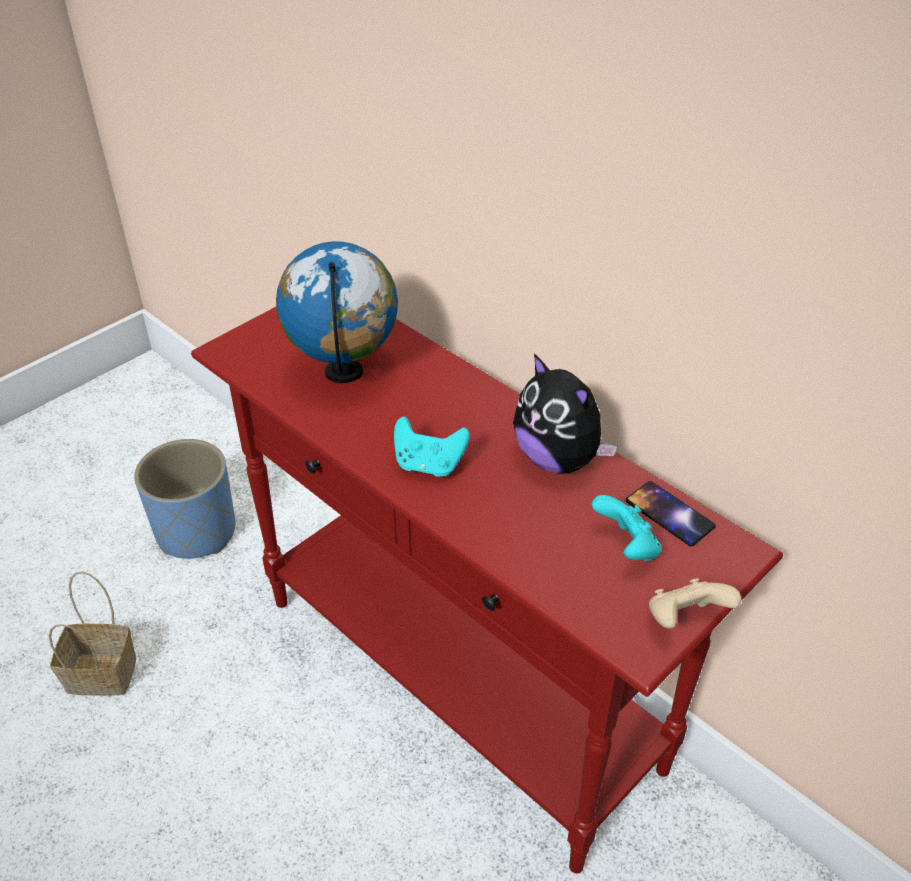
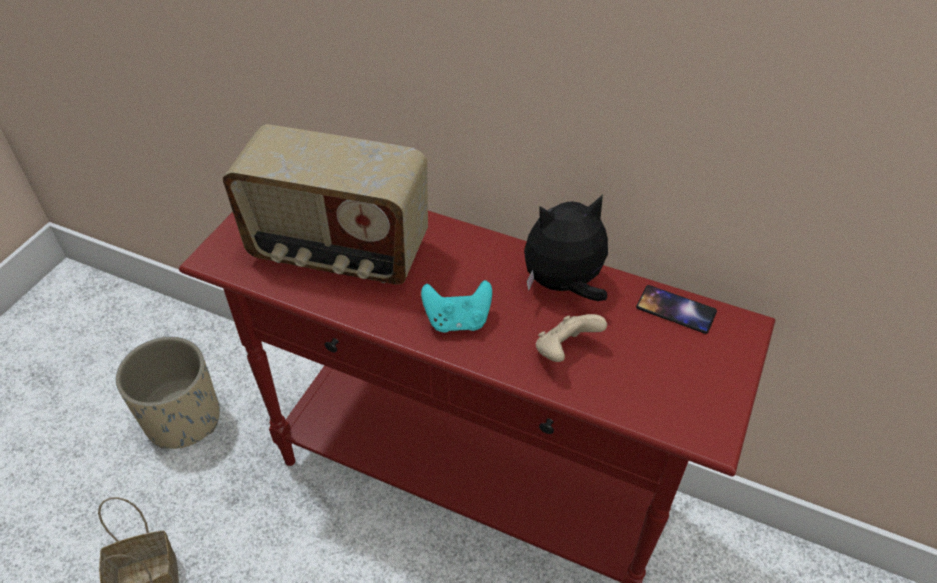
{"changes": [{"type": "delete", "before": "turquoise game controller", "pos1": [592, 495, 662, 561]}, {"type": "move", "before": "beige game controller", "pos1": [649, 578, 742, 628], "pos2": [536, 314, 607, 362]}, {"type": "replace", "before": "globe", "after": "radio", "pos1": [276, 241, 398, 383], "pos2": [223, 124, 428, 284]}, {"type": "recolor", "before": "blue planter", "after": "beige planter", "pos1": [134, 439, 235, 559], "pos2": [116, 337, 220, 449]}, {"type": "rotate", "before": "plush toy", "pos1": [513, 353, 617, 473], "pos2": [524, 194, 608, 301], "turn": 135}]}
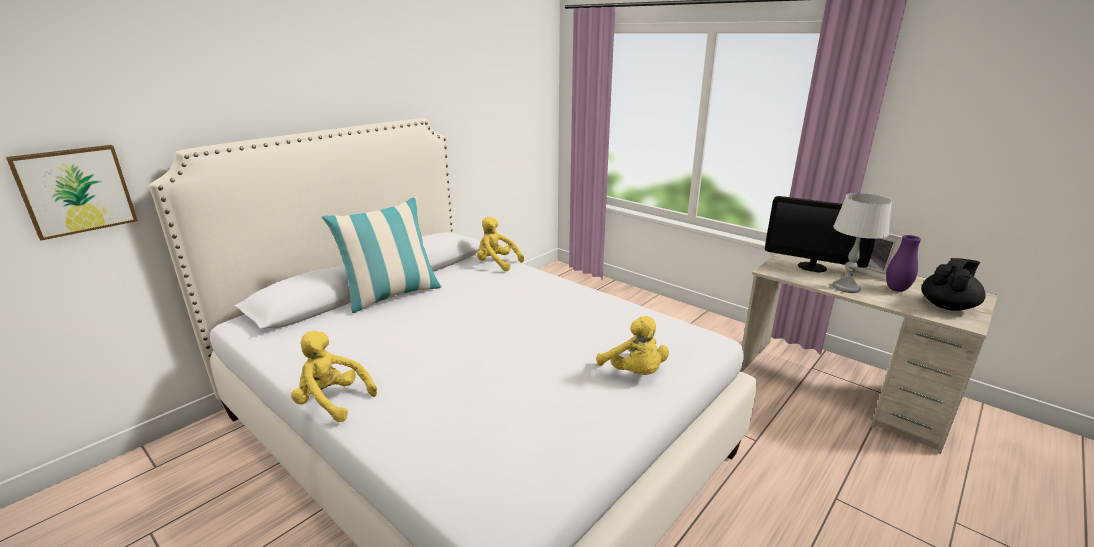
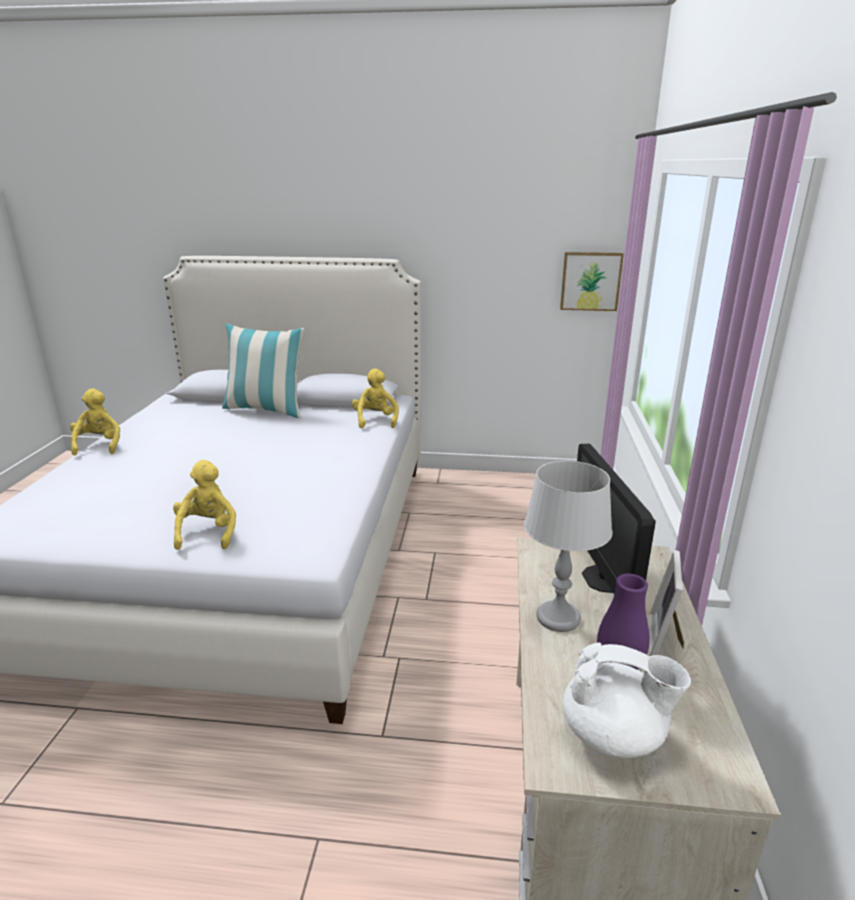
{"changes": [{"type": "move", "before": "picture", "pos1": [6, 145, 138, 241], "pos2": [560, 252, 624, 311]}, {"type": "recolor", "before": "black teapot", "after": "white teapot", "pos1": [921, 258, 986, 311], "pos2": [563, 642, 691, 758]}, {"type": "rotate", "before": "yellow plush toy", "pos1": [596, 316, 669, 375], "pos2": [173, 460, 236, 550], "turn": 150}]}
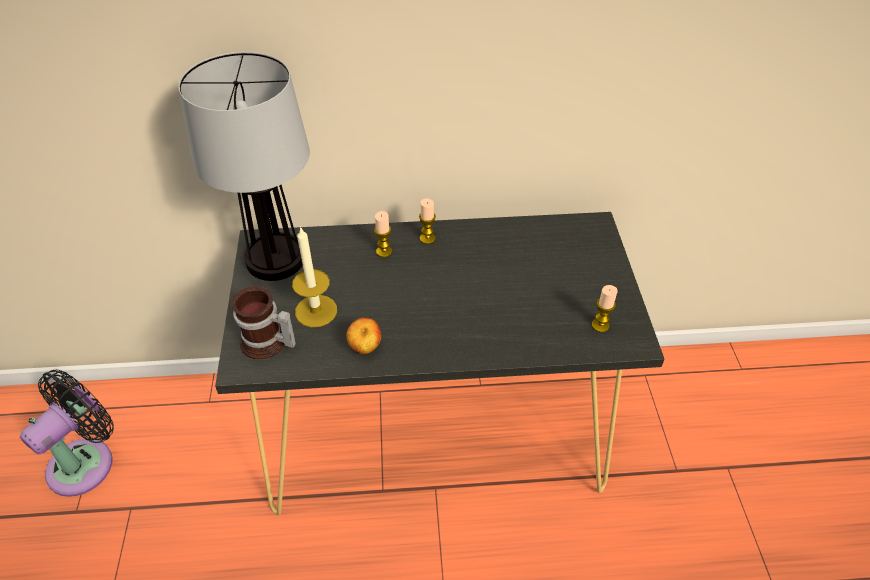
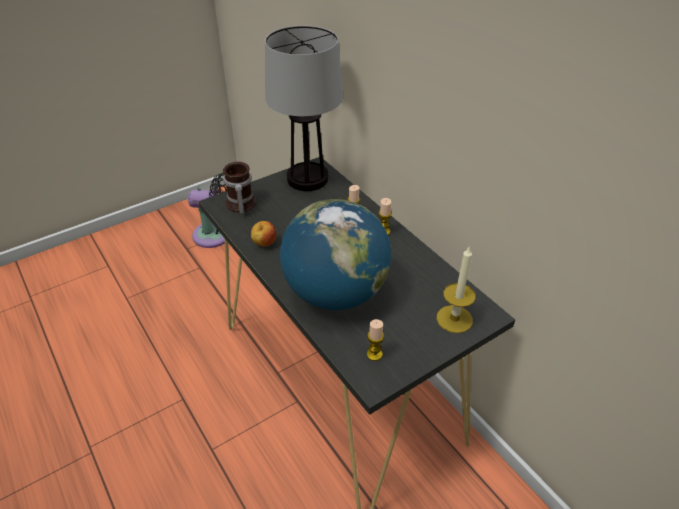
{"changes": [{"type": "insert", "after": "globe", "pos2": [280, 199, 391, 310]}, {"type": "move", "before": "candle", "pos1": [292, 226, 337, 327], "pos2": [437, 247, 476, 333]}]}
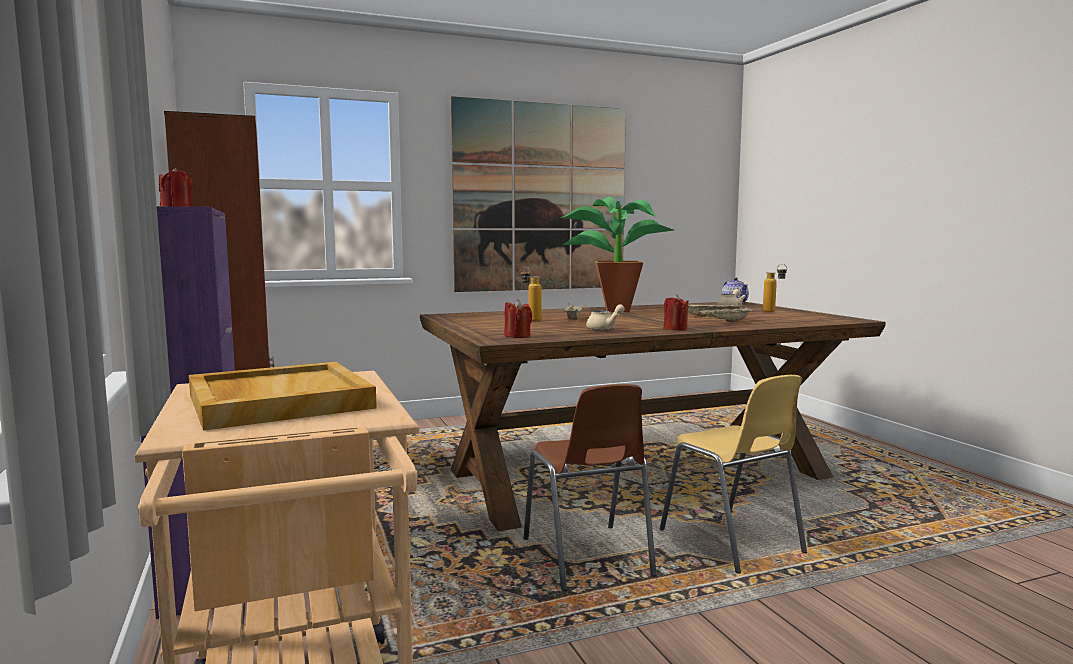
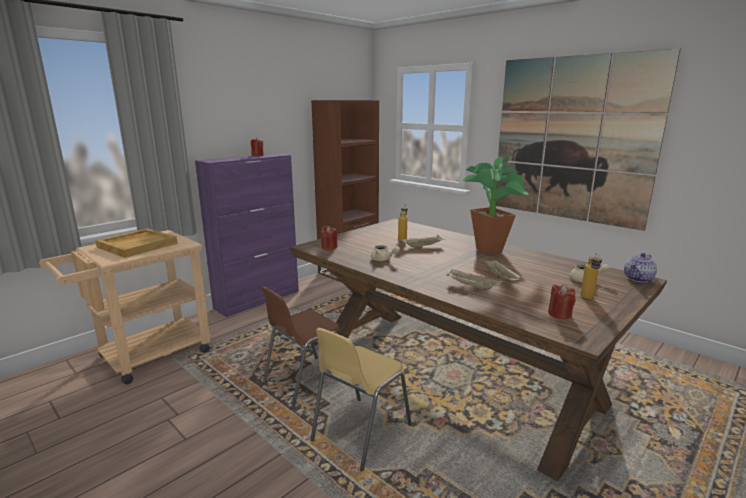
{"changes": [{"type": "move", "before": "red candle", "pos1": [663, 294, 689, 330], "pos2": [548, 284, 575, 319]}]}
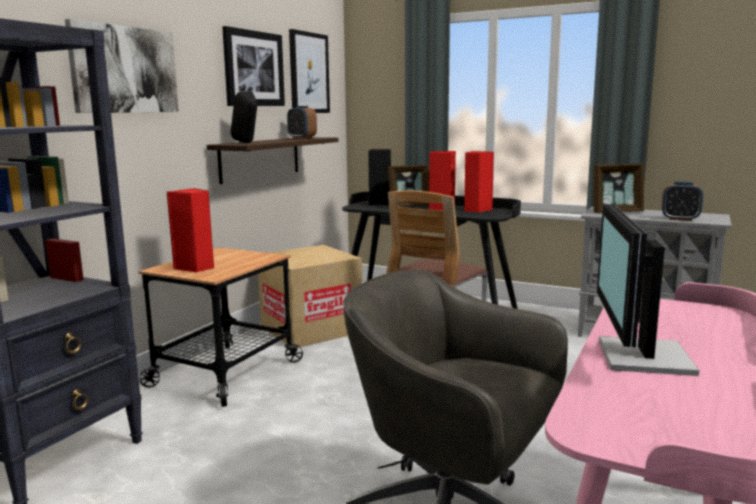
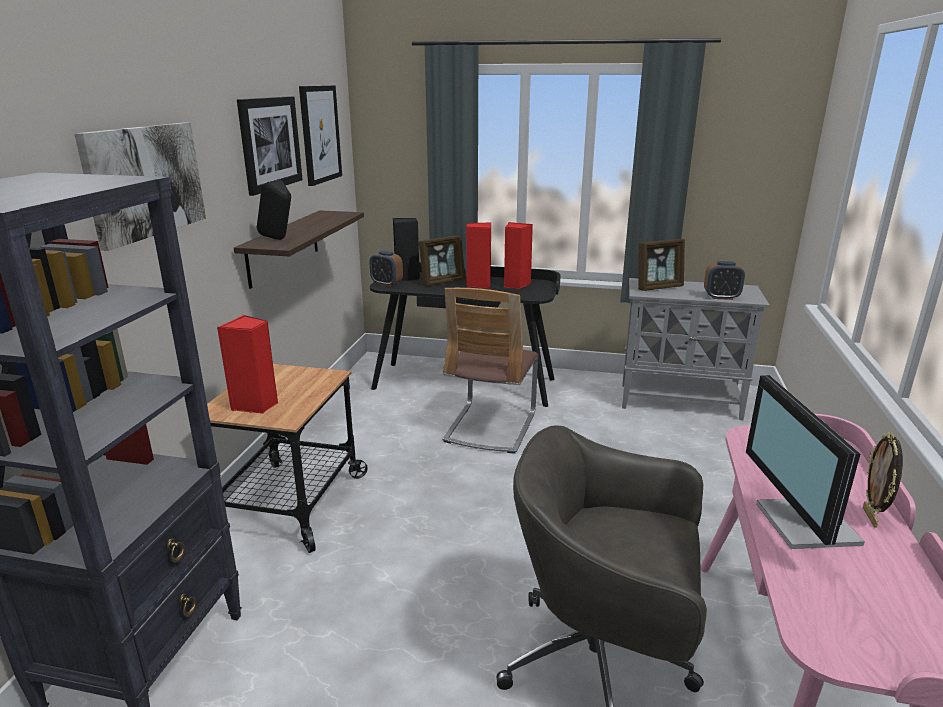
{"changes": [{"type": "delete", "before": "cardboard box", "pos1": [258, 245, 362, 348]}, {"type": "insert", "after": "picture frame", "pos2": [863, 432, 903, 528]}, {"type": "move", "before": "alarm clock", "pos1": [287, 106, 317, 139], "pos2": [369, 251, 403, 287]}]}
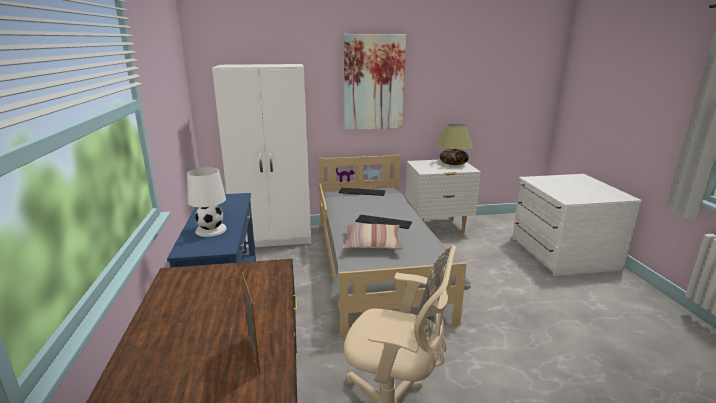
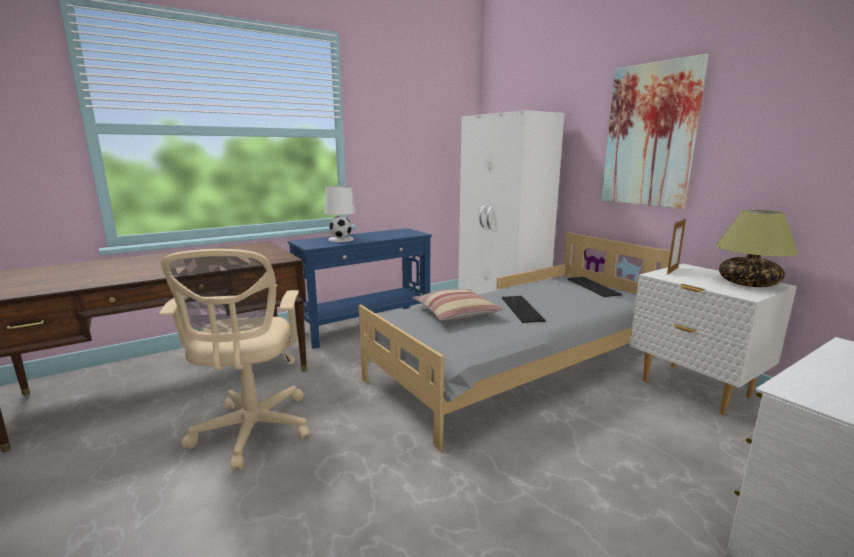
{"changes": [{"type": "move", "before": "picture frame", "pos1": [242, 272, 260, 374], "pos2": [667, 219, 686, 275]}]}
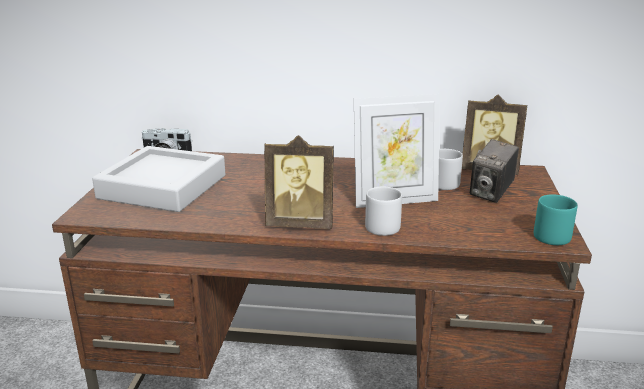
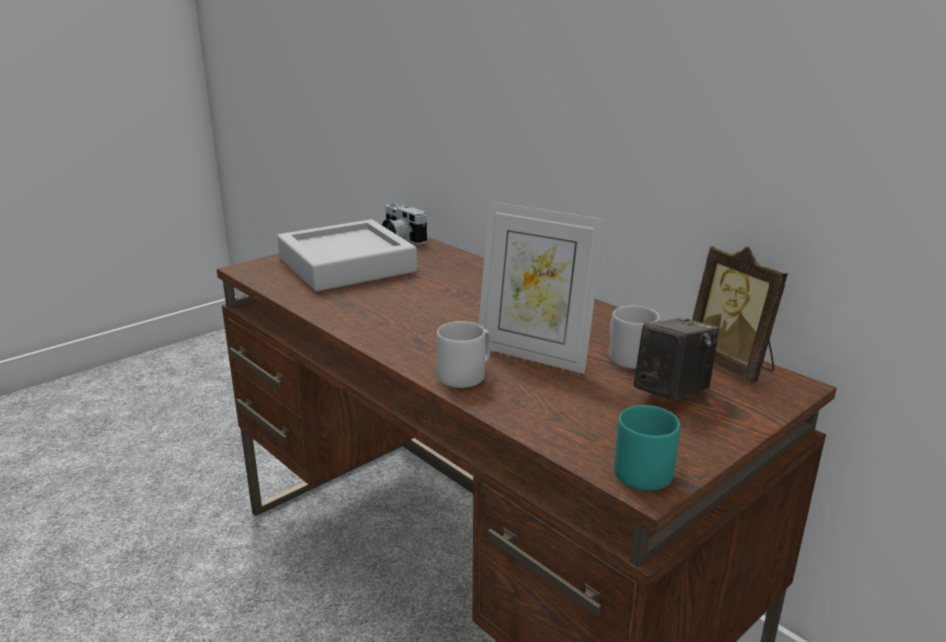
{"changes": [{"type": "delete", "before": "picture frame", "pos1": [264, 135, 334, 229]}, {"type": "rotate", "before": "photo camera", "pos1": [470, 139, 519, 203], "pos2": [634, 318, 719, 400], "turn": 150}]}
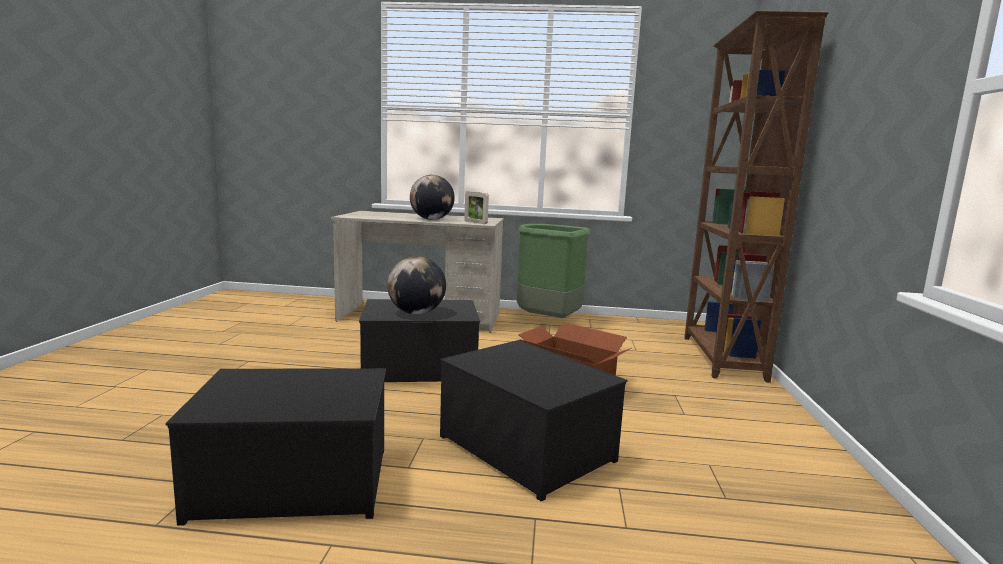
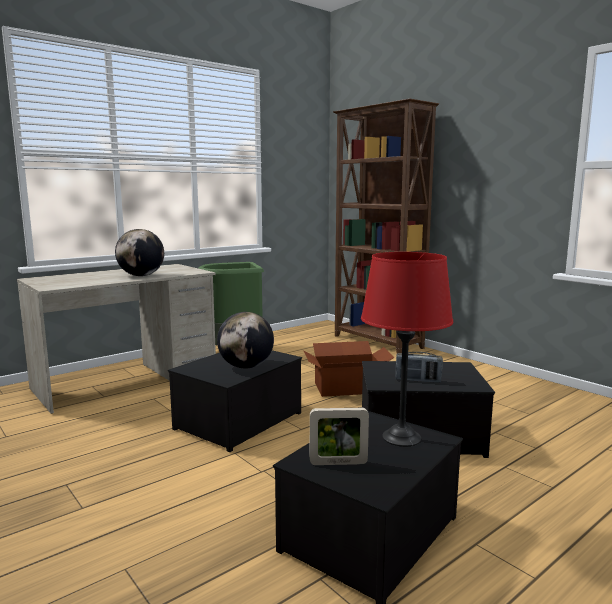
{"changes": [{"type": "insert", "after": "red table lamp", "pos2": [361, 252, 453, 446]}, {"type": "insert", "after": "radio", "pos2": [395, 352, 443, 383]}, {"type": "move", "before": "picture frame", "pos1": [464, 192, 489, 224], "pos2": [310, 408, 369, 465]}]}
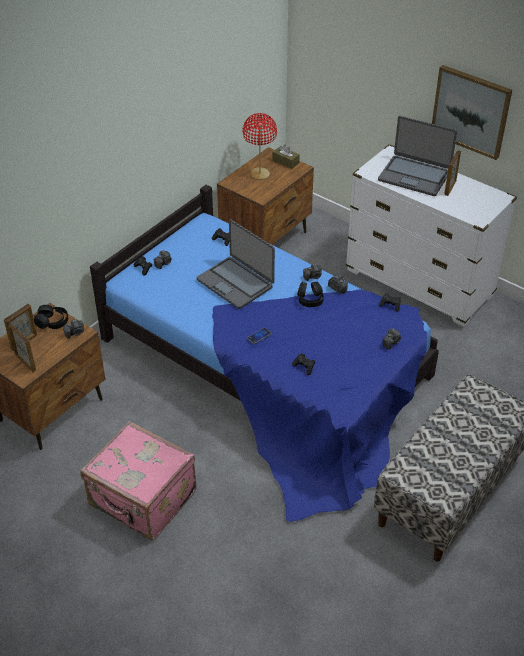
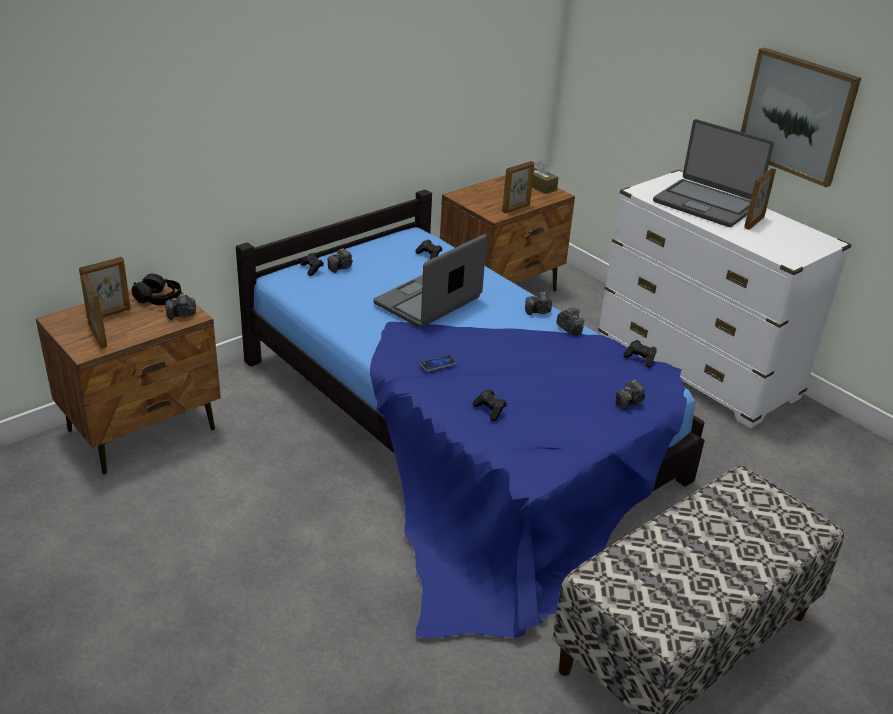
{"changes": [{"type": "delete", "before": "pink suitcase", "pos1": [80, 421, 197, 540]}, {"type": "delete", "before": "red table lamp", "pos1": [242, 113, 277, 180]}, {"type": "delete", "before": "black headphones", "pos1": [297, 281, 324, 307]}, {"type": "insert", "after": "picture frame", "pos2": [502, 161, 534, 213]}, {"type": "rotate", "before": "laptop", "pos1": [197, 219, 275, 309], "pos2": [373, 234, 487, 328], "turn": 75}]}
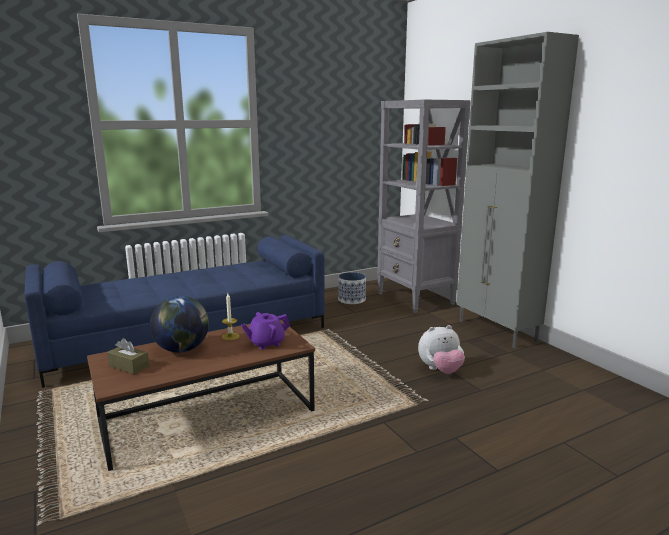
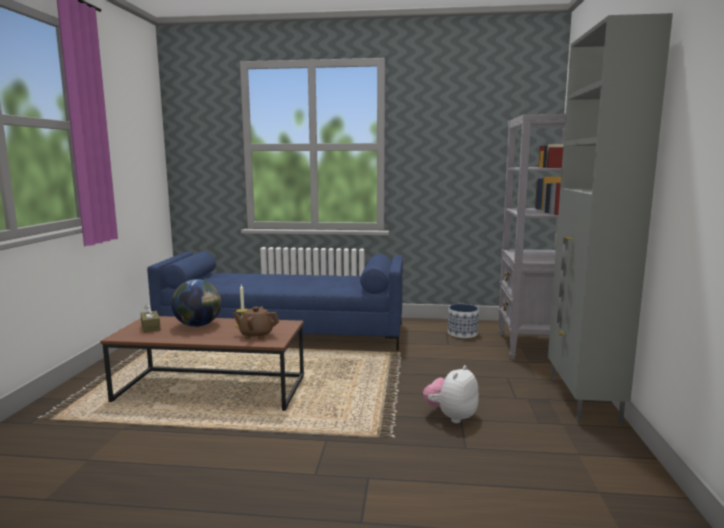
{"changes": [{"type": "recolor", "before": "purple teapot", "after": "brown teapot", "pos1": [241, 312, 290, 350], "pos2": [232, 307, 279, 339]}, {"type": "rotate", "before": "plush toy", "pos1": [418, 325, 465, 374], "pos2": [423, 365, 479, 423], "turn": 105}]}
